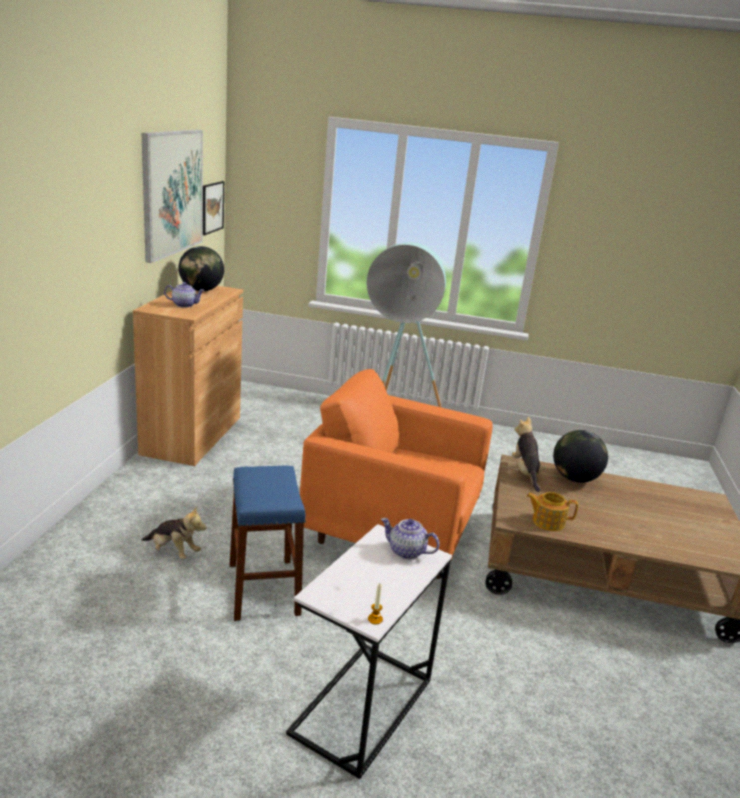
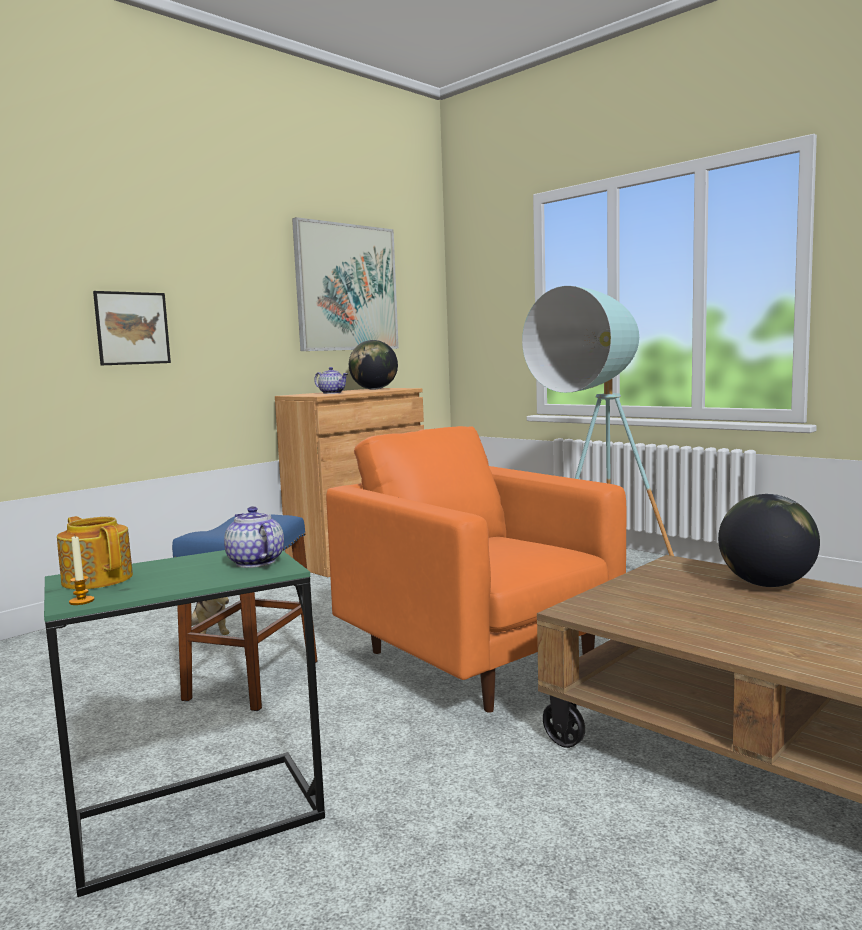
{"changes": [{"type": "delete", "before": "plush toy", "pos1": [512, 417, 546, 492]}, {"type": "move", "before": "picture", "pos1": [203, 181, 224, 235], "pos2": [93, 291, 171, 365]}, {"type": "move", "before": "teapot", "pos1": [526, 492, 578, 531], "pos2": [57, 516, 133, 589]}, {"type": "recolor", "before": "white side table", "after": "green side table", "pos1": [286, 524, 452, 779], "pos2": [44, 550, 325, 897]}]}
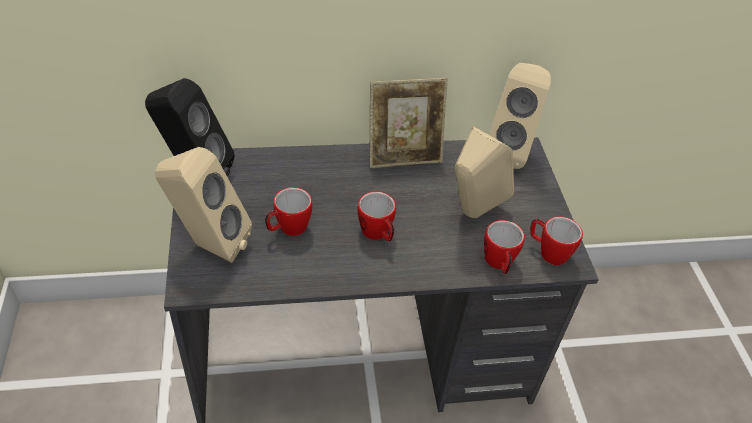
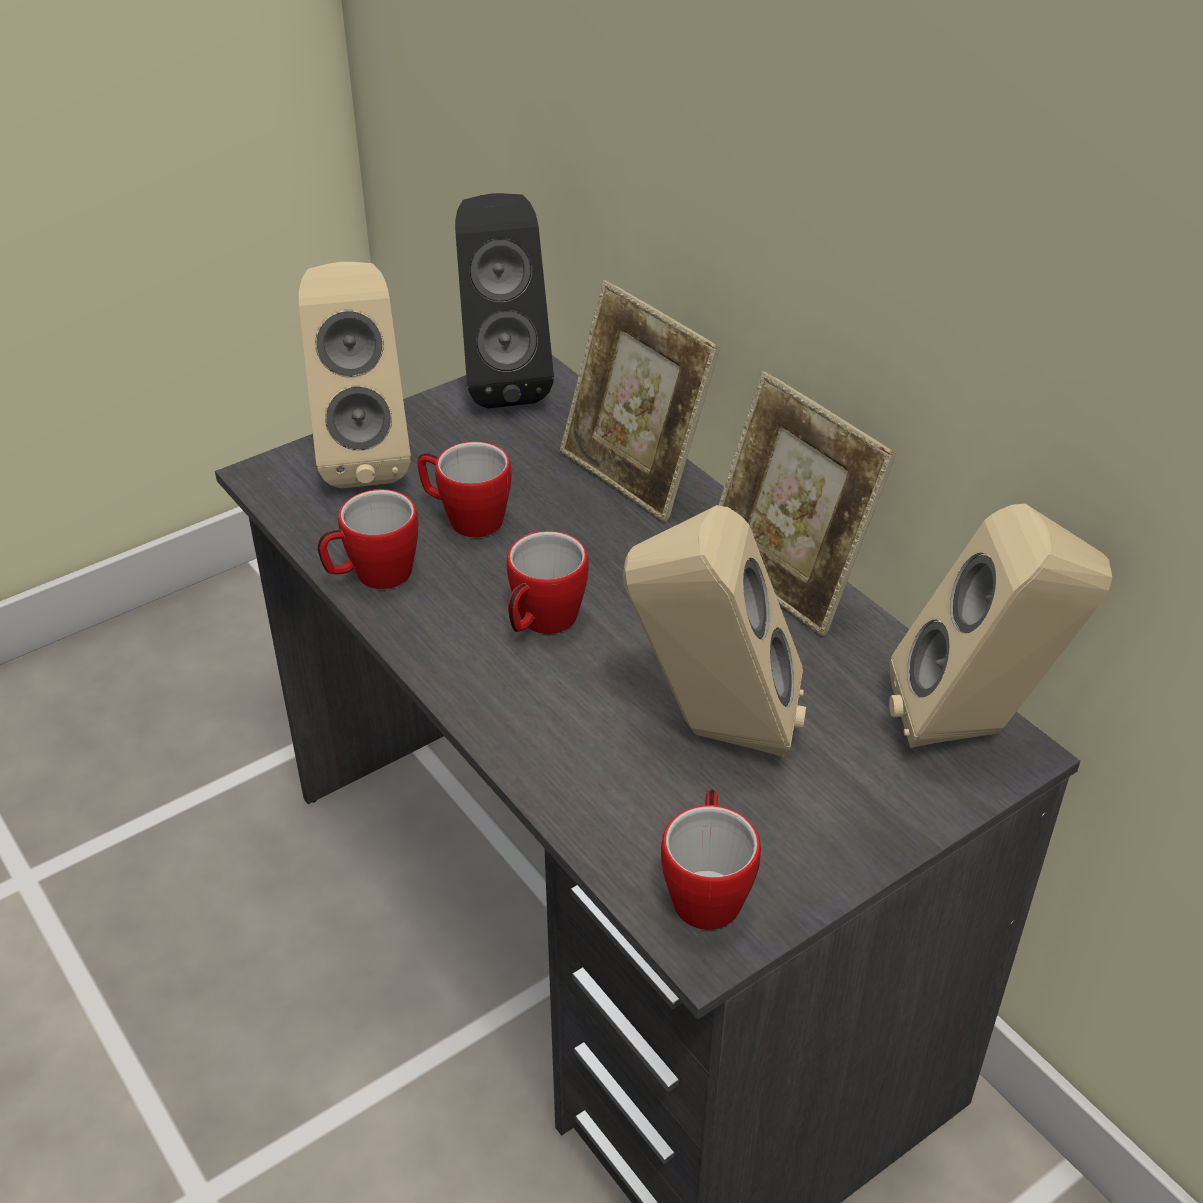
{"changes": [{"type": "insert", "after": "picture frame", "pos2": [560, 280, 720, 522]}, {"type": "move", "before": "mug", "pos1": [484, 220, 525, 274], "pos2": [318, 489, 419, 589]}]}
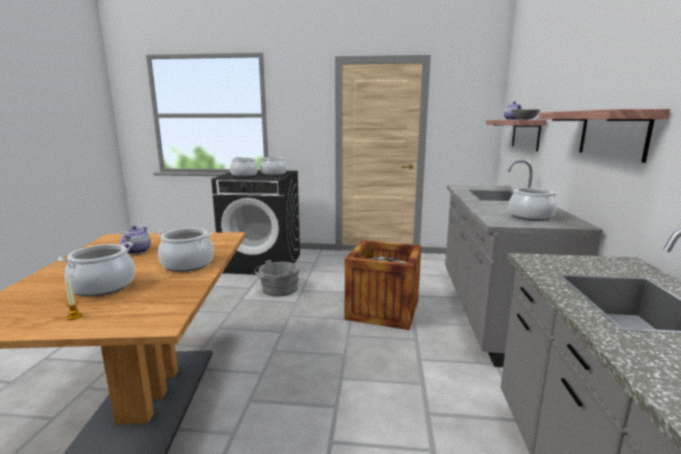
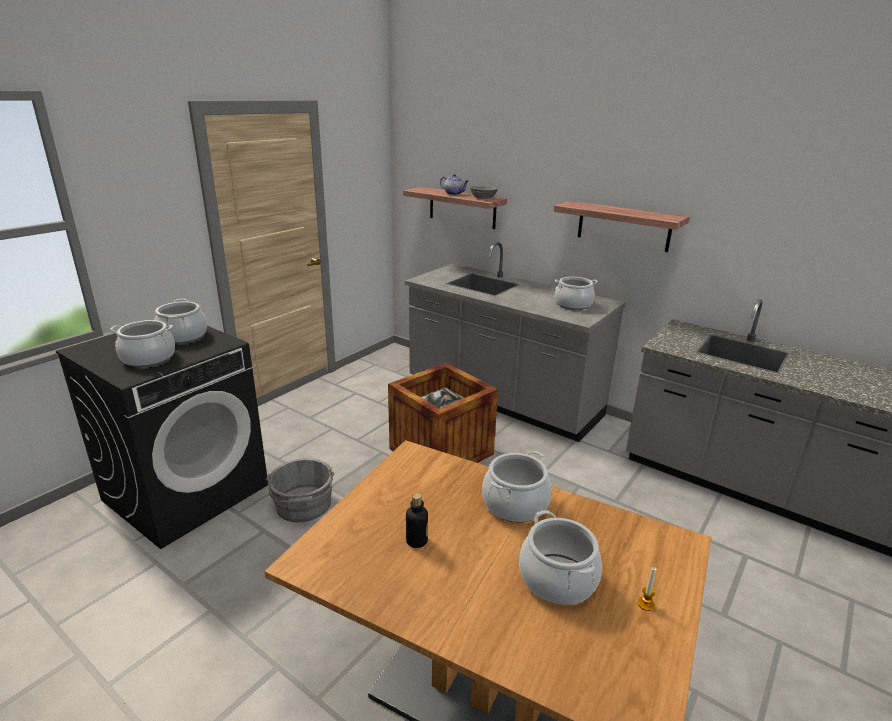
{"changes": [{"type": "replace", "before": "teapot", "after": "bottle", "pos1": [120, 226, 151, 254], "pos2": [406, 493, 428, 548]}]}
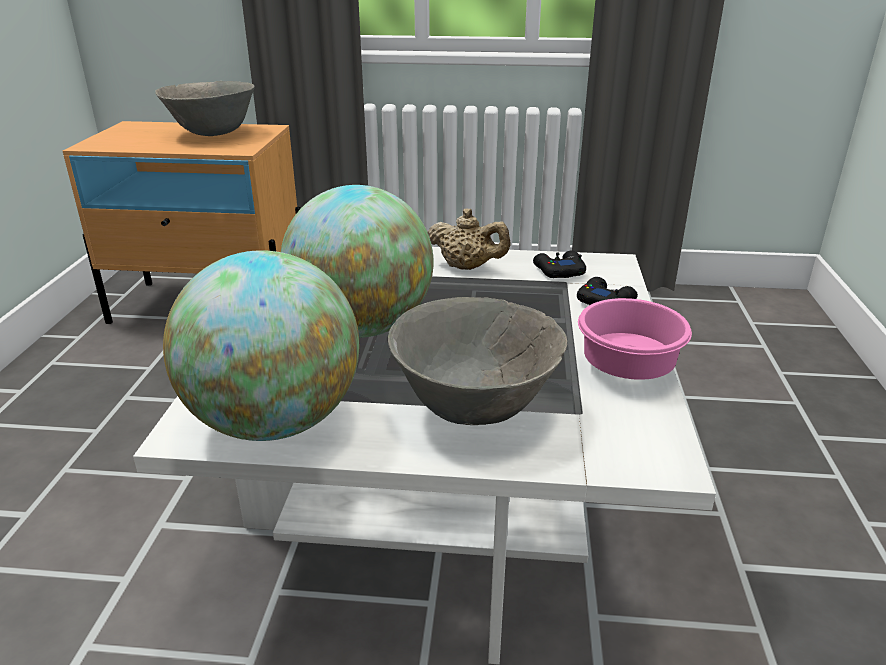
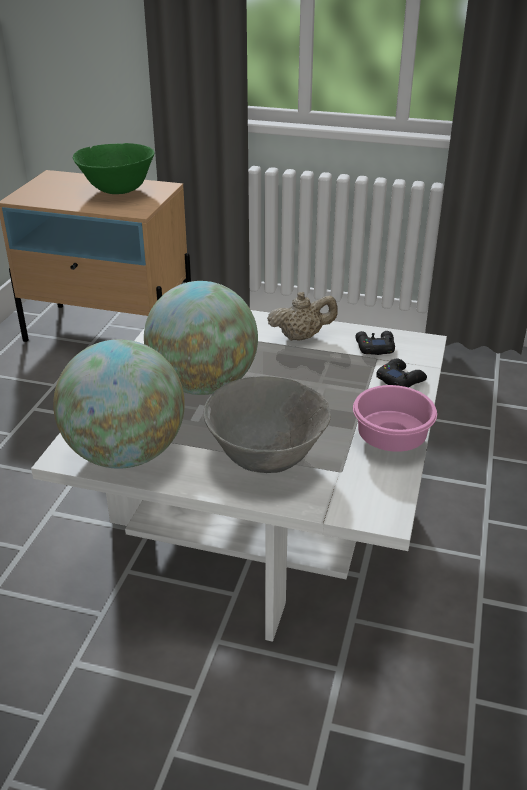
{"changes": [{"type": "recolor", "before": "grey bowl", "after": "green bowl", "pos1": [155, 81, 255, 136], "pos2": [73, 143, 155, 194]}, {"type": "rotate", "before": "beige teapot", "pos1": [427, 208, 511, 270], "pos2": [267, 292, 338, 341], "turn": -45}]}
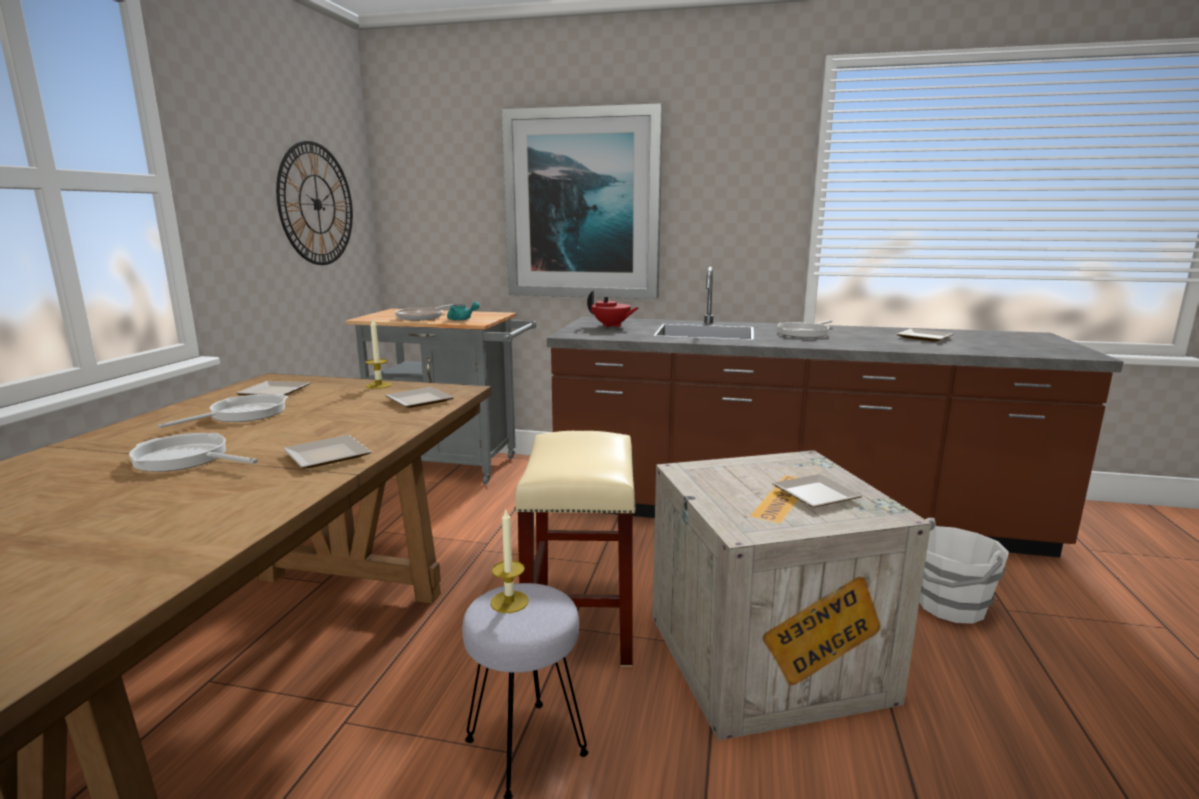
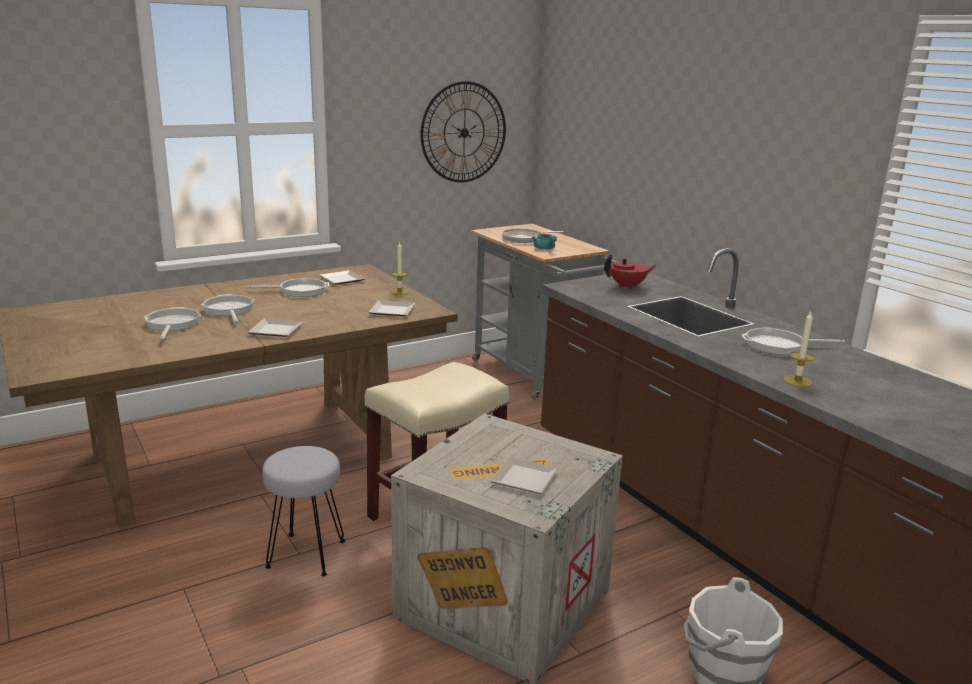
{"changes": [{"type": "delete", "before": "picture", "pos1": [502, 104, 663, 299]}, {"type": "delete", "before": "plate", "pos1": [896, 329, 953, 342]}, {"type": "insert", "after": "frying pan", "pos2": [144, 307, 201, 341]}, {"type": "move", "before": "candle", "pos1": [490, 508, 529, 613], "pos2": [783, 311, 815, 387]}, {"type": "rotate", "before": "red teapot", "pos1": [587, 291, 638, 328], "pos2": [604, 254, 656, 290], "turn": -90}]}
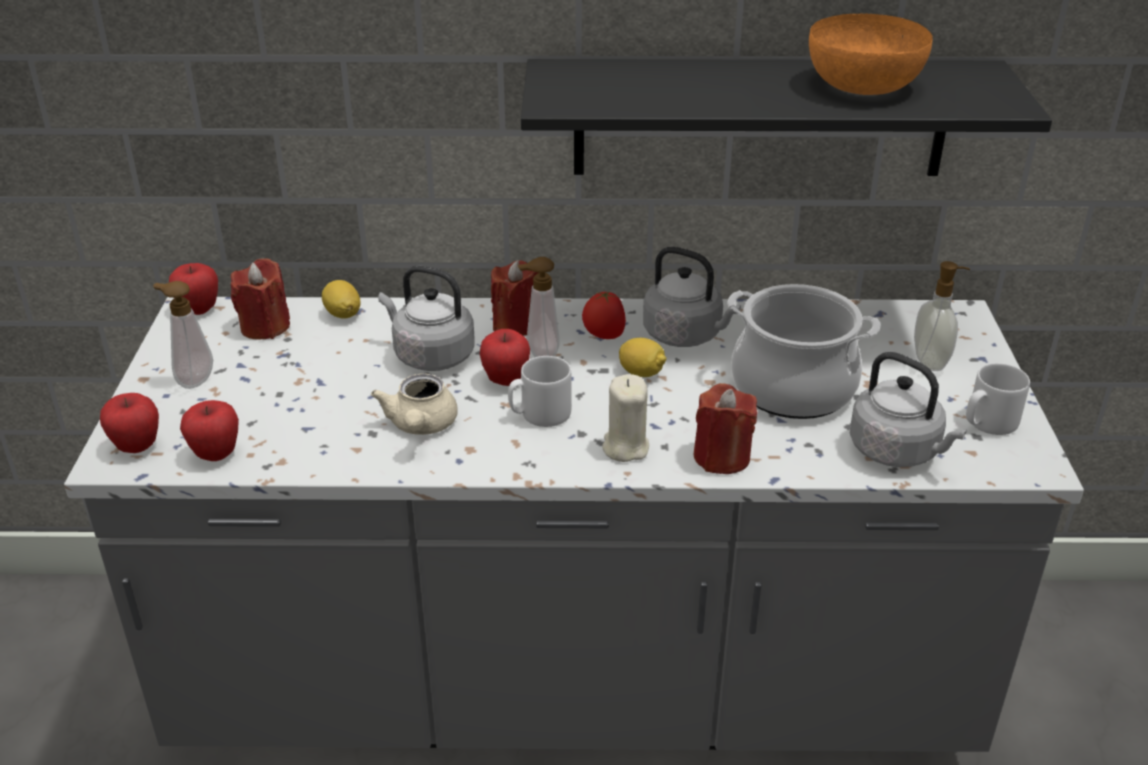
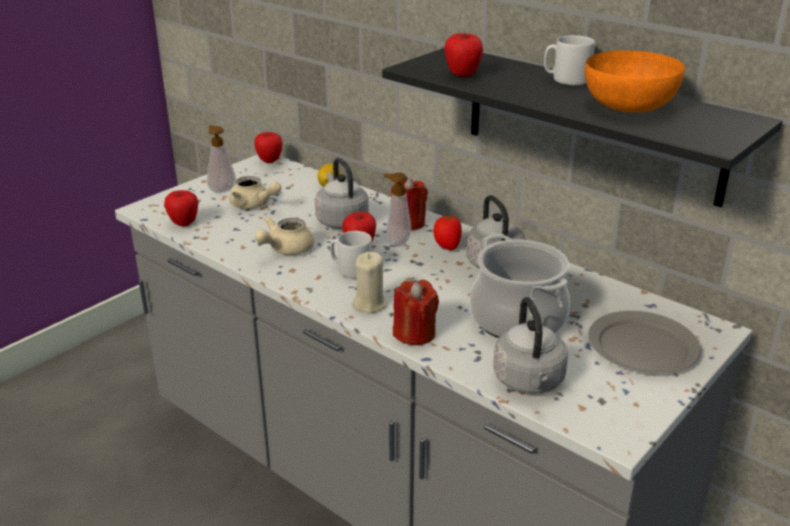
{"changes": [{"type": "delete", "before": "red candle", "pos1": [231, 258, 290, 340]}, {"type": "delete", "before": "lemon", "pos1": [619, 338, 667, 377]}, {"type": "insert", "after": "beige teapot", "pos2": [229, 176, 282, 209]}, {"type": "move", "before": "apple", "pos1": [100, 393, 159, 453], "pos2": [444, 32, 483, 77]}, {"type": "move", "before": "grey mug", "pos1": [966, 363, 1030, 435], "pos2": [544, 35, 595, 85]}, {"type": "replace", "before": "soap dispenser", "after": "grey plate", "pos1": [914, 261, 970, 371], "pos2": [588, 311, 700, 374]}]}
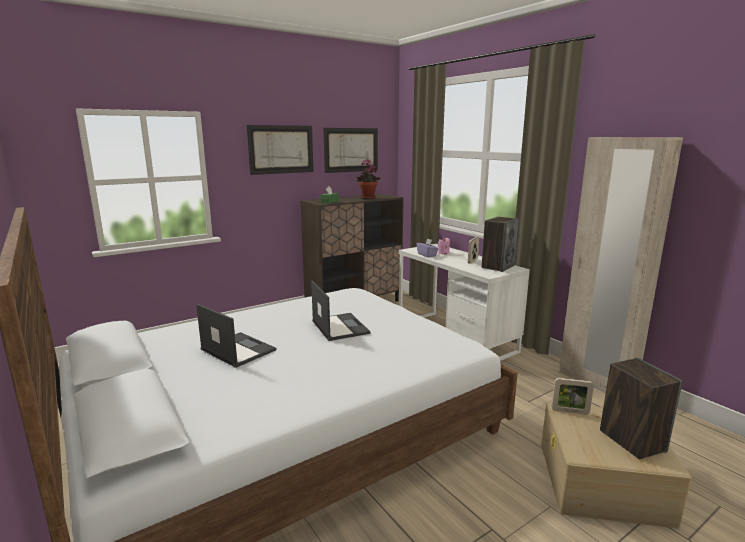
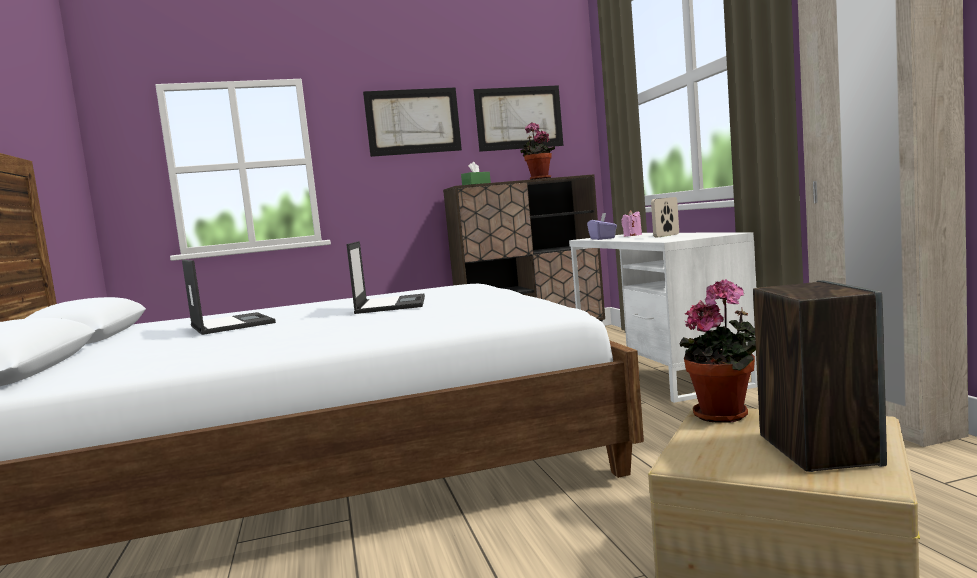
{"changes": [{"type": "delete", "before": "speaker", "pos1": [482, 217, 519, 272]}, {"type": "replace", "before": "picture frame", "after": "potted plant", "pos1": [552, 378, 594, 415], "pos2": [679, 279, 756, 423]}]}
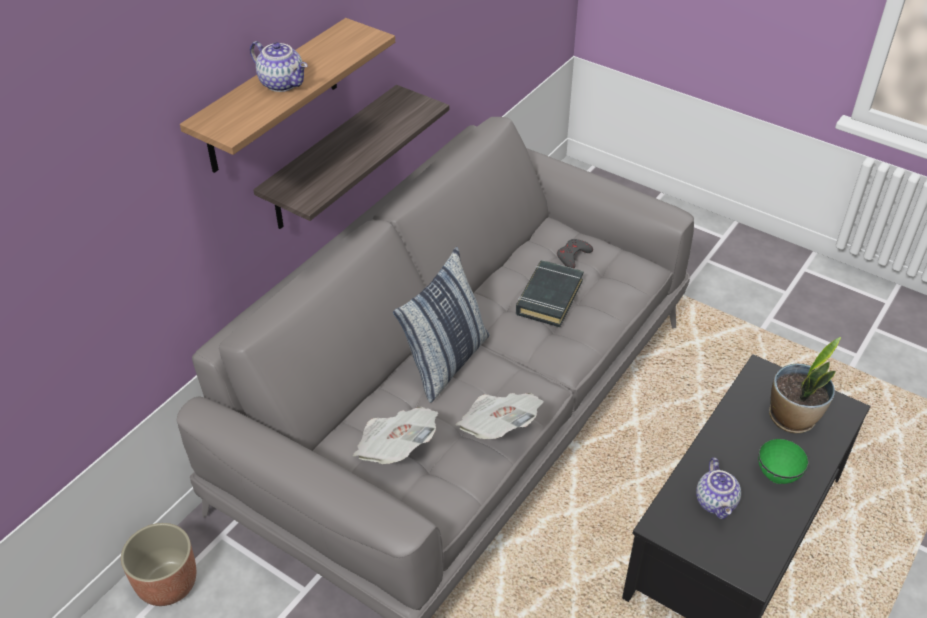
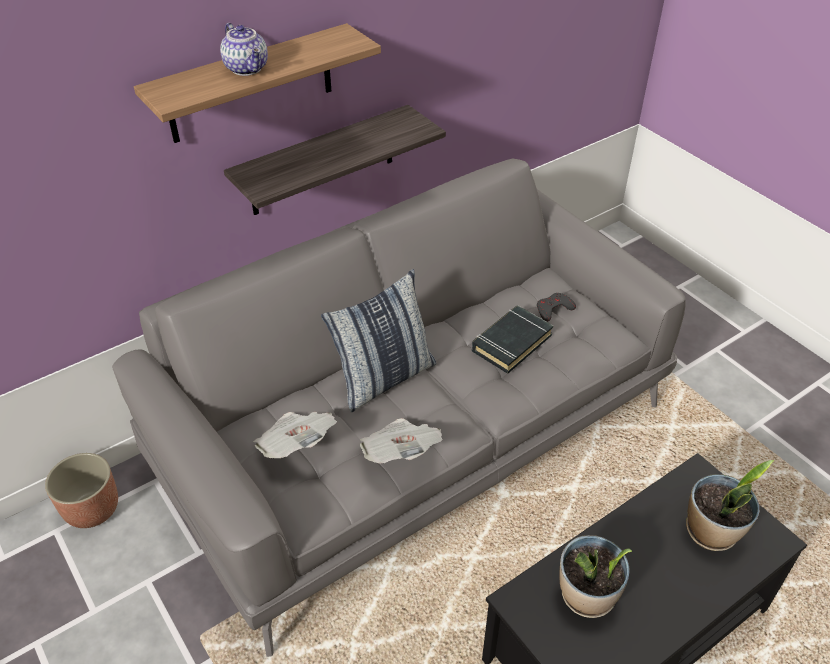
{"changes": [{"type": "delete", "before": "green bowl", "pos1": [758, 438, 809, 484]}, {"type": "replace", "before": "teapot", "after": "potted plant", "pos1": [696, 458, 741, 519], "pos2": [559, 535, 632, 618]}]}
